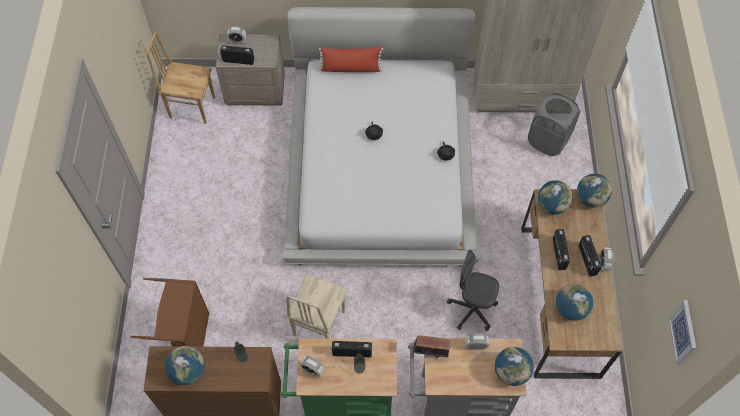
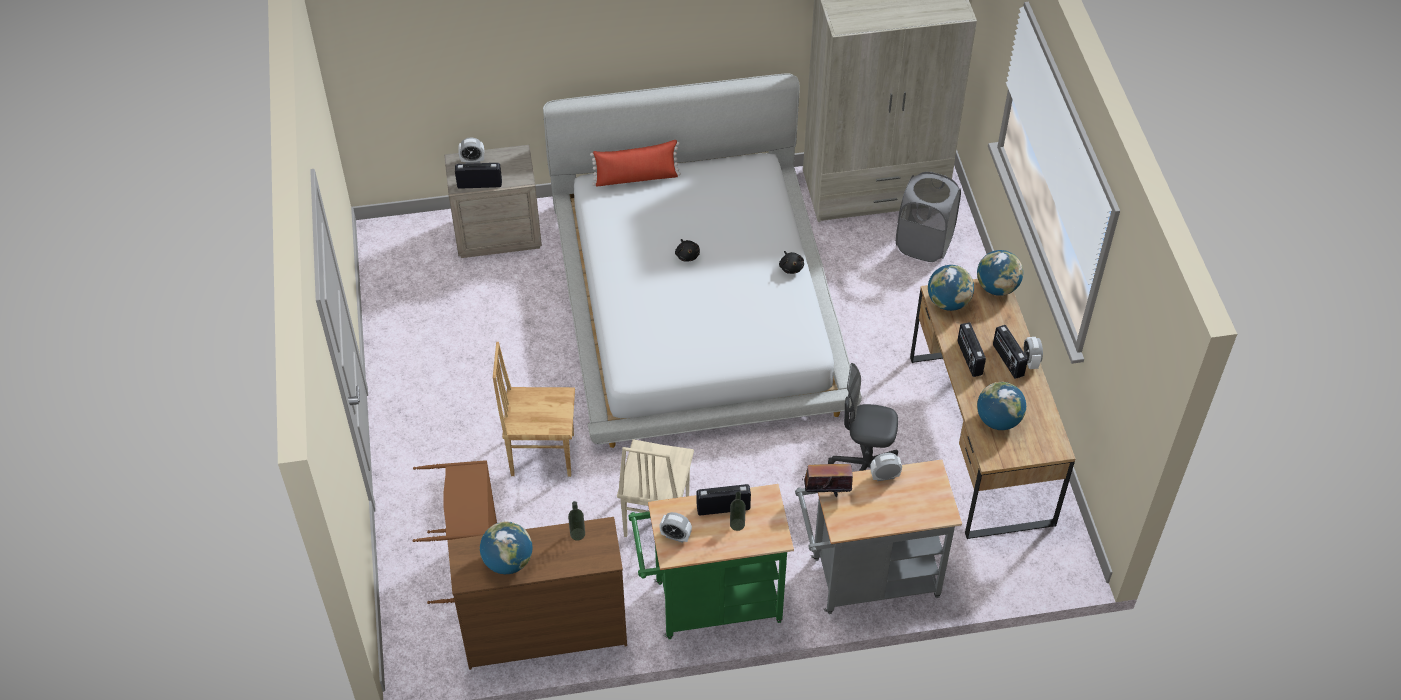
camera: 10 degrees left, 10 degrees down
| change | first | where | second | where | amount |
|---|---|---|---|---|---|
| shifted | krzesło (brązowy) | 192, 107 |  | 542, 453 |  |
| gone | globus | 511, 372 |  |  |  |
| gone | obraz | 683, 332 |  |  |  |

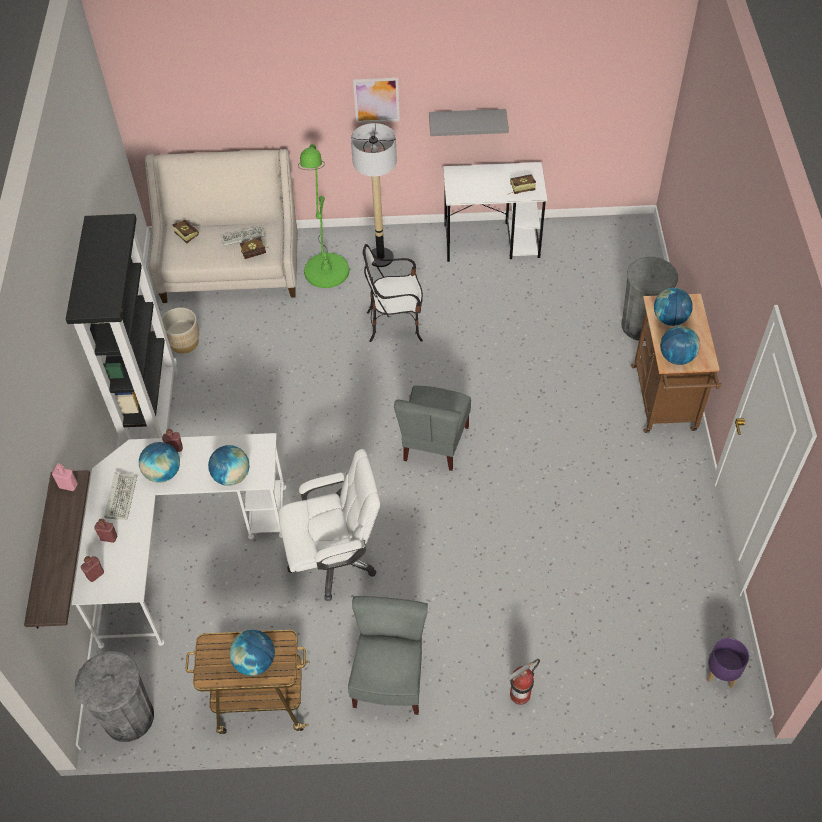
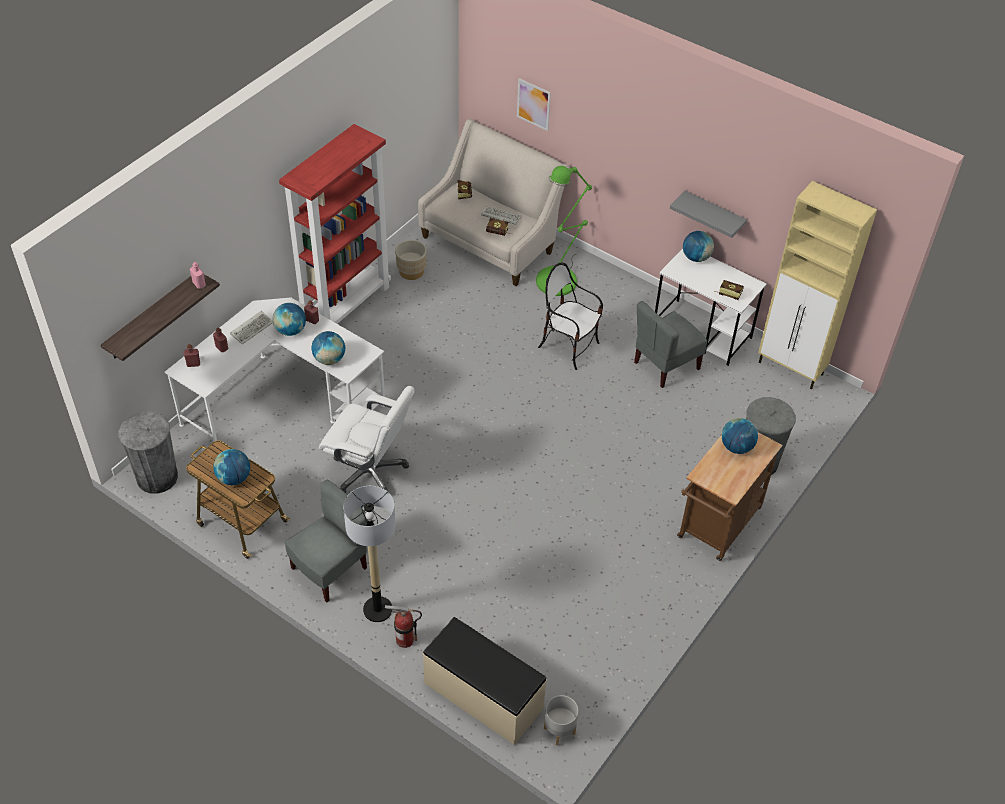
camera: 35 degrees right, 5 degrees down
| change | first | where | second | where | amount |
|---|---|---|---|---|---|
| repainted | regał (czarny) | 153, 415 | regał (czerwony) | 346, 306 |  |
| shifted | lampa stojąca | 380, 257 |  | 378, 609 |  |
| new |  |  | ławka (beżowy) | 483, 696 |  |
| shifted | obraz | 376, 100 |  | 533, 104 |  |
| repainted | donica (fioletowy) | 721, 673 | donica (szary) | 559, 730 |  |
| shifted | krzesło (szary) | 434, 444 |  | 665, 365 |  |
| shifted | globus | 676, 357 |  | 696, 257 |  |
| new |  |  | szafka (beżowy) | 791, 369 |  |

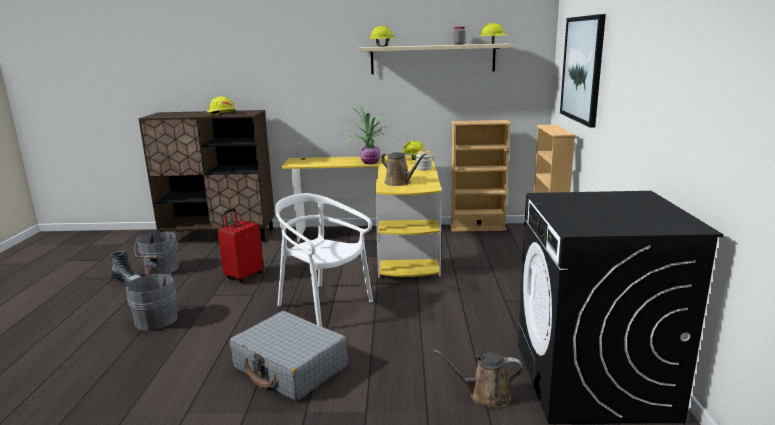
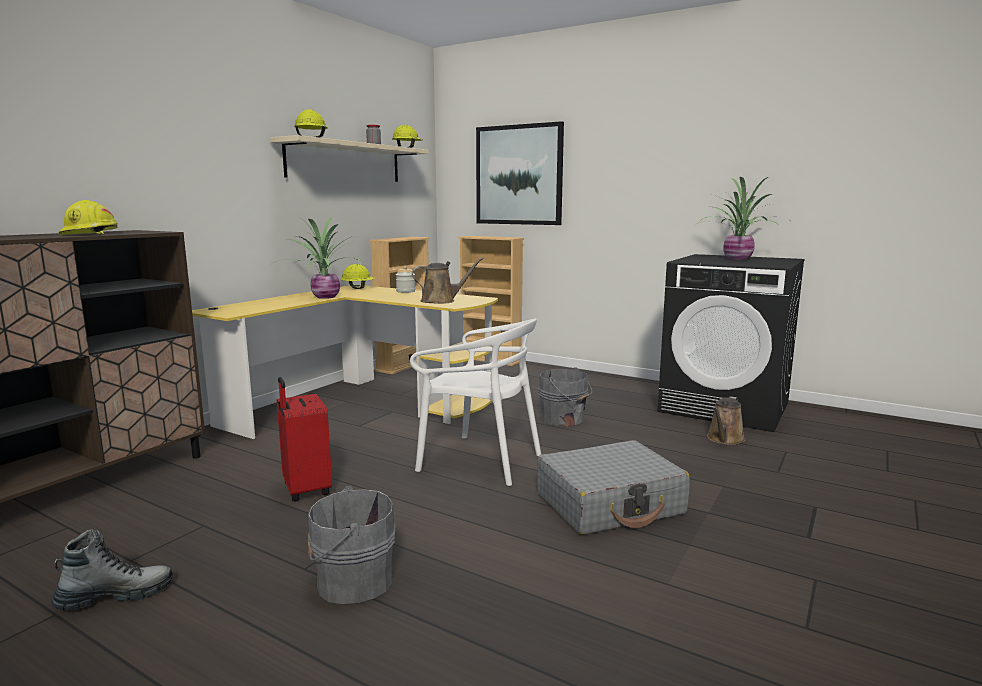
camera: 60 degrees left, 5 degrees down
| change | first | where | second | where | amount |
|---|---|---|---|---|---|
| rotated | krzesło (biały) | 324, 305 |  | 480, 461 | 135 degrees counterclockwise |
| shifted | wiadro (szary) | 160, 270 |  | 564, 419 |  |
| new |  |  | roślina doniczkowa | 737, 259 |  |

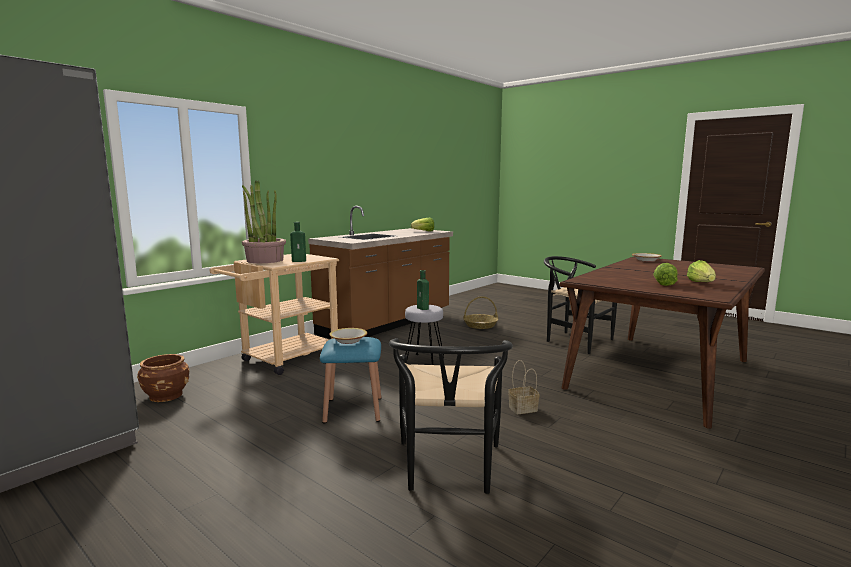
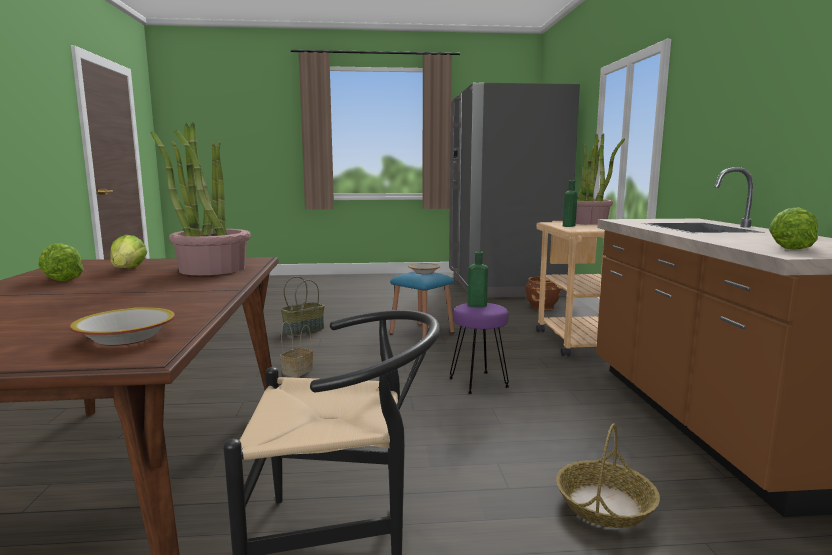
camera: 135 degrees right, 0 degrees up
| change | first | where | second | where | amount |
|---|---|---|---|---|---|
| new |  |  | roślina doniczkowa | 212, 269 |  |
| swapped | krzesło (czarny) | 449, 471 | koszyk | 304, 330 |  |
| repainted | stołek (szary) | 423, 360 | stołek (fioletowy) | 479, 383 |  |

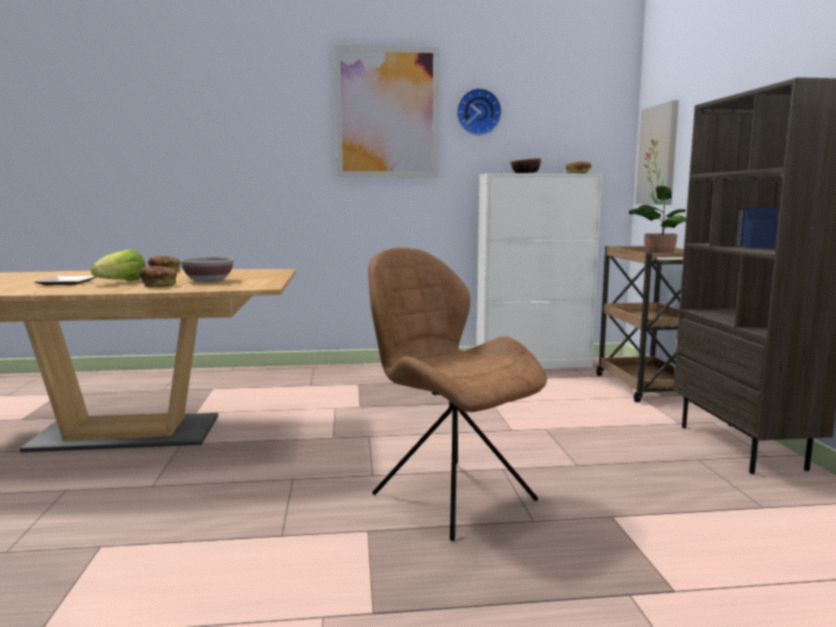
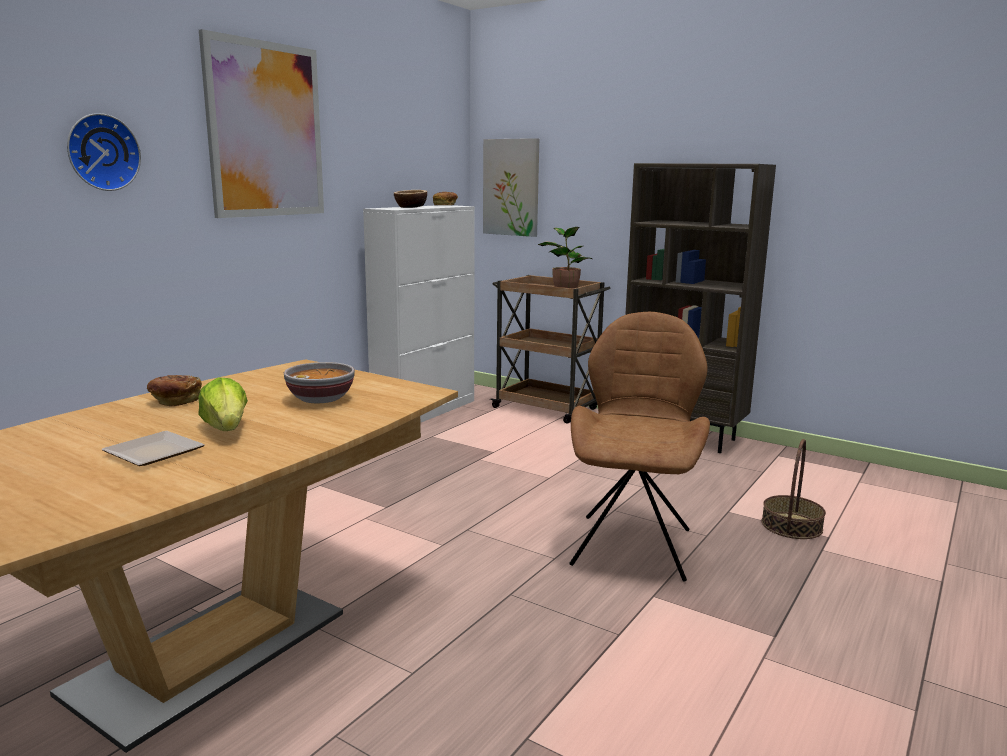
camera: 50 degrees left, 5 degrees up
| change | first | where | second | where | amount |
|---|---|---|---|---|---|
| shifted | zegar ścienny | 478, 112 |  | 101, 152 |  |
| rotated | krzesło (brązowy) | 450, 495 |  | 633, 544 | 105 degrees clockwise |
| new |  |  | koszyk | 791, 525 |  |
| gone | chleb | 158, 285 |  |  |  |

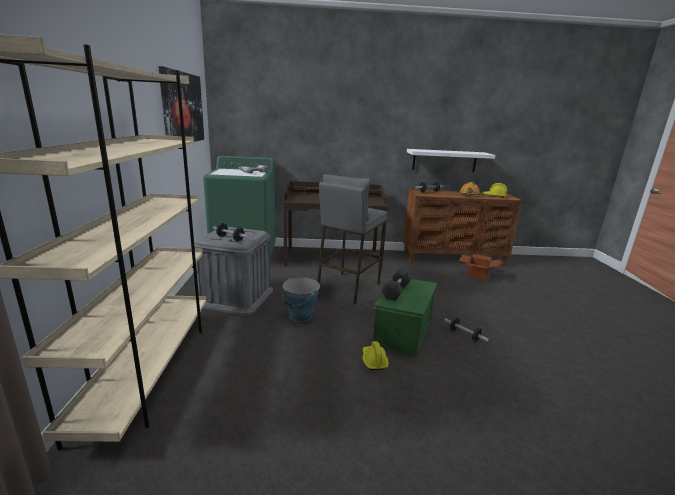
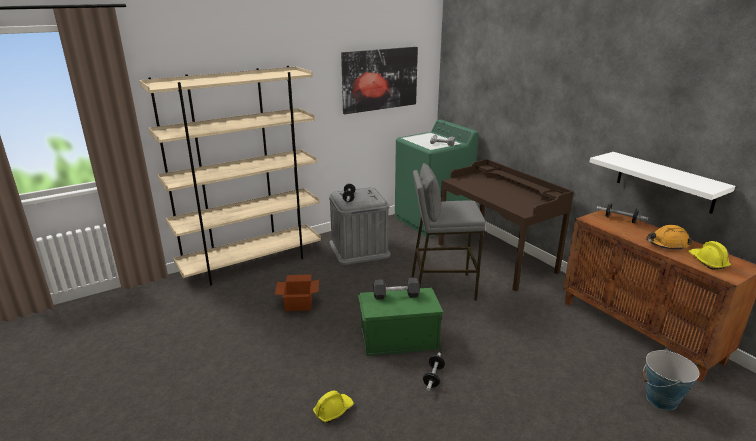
camera: 60 degrees right, 5 degrees up
| change | first | where | second | where | amount |
|---|---|---|---|---|---|
| shifted | karton | 476, 275 |  | 299, 303 |  |
| shifted | kask (żółty) | 374, 361 |  | 333, 410 |  |
| shifted | wiadro | 300, 316 |  | 661, 399 |  |

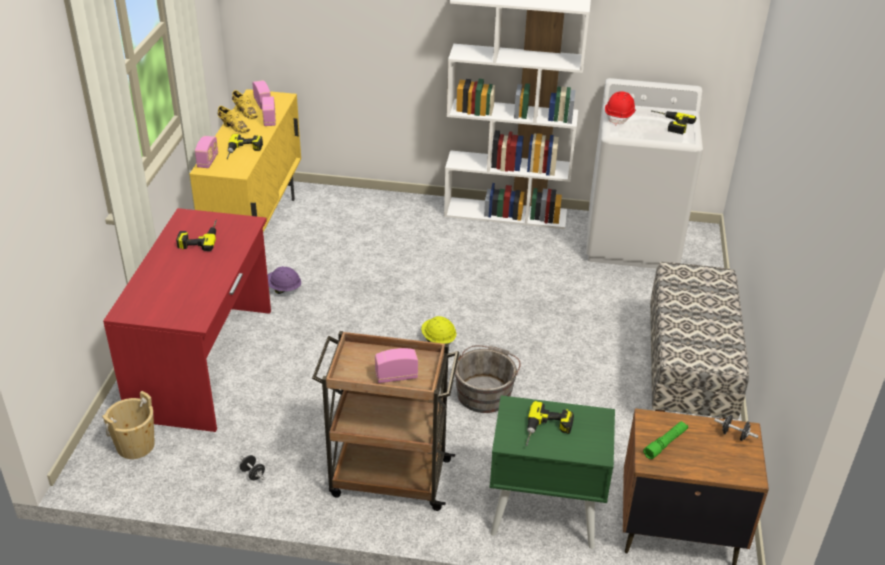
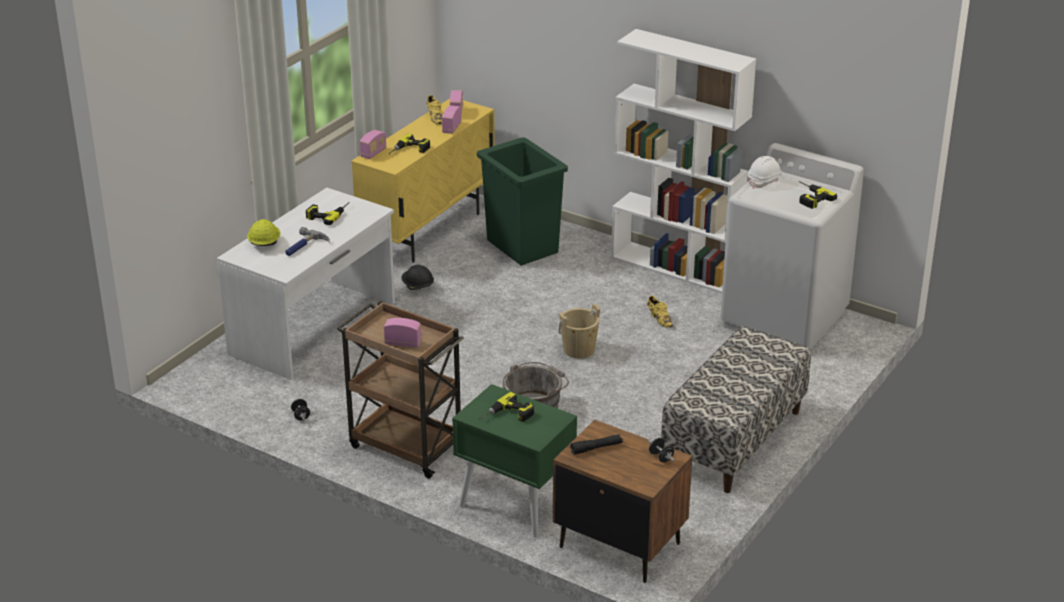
camera: 25 degrees right, 5 degrees down
| change | first | where | second | where | amount |
|---|---|---|---|---|---|
| repainted | biurko (czerwony) | 205, 362 | biurko (biały) | 314, 328 |  |
| shifted | kask (żółty) | 438, 339 |  | 264, 244 |  |
| new |  |  | młotek | 304, 247 |  |
| repainted | kask (fioletowy) | 283, 289 | kask (czarny) | 417, 287 |  |
| new |  |  | kosz na śmieci (zielony) | 522, 246 |  |
| shifted | wiadro (beżowy) | 135, 445 |  | 579, 350 |  |
| repainted | latarka (zielony) | 665, 443 | latarka (czarny) | 596, 448 |  |
| shifted | but (żółty) | 233, 127 |  | 659, 319 |  |
| repainted | kask (czerwony) | 620, 116 | kask (biały) | 765, 181 |  |

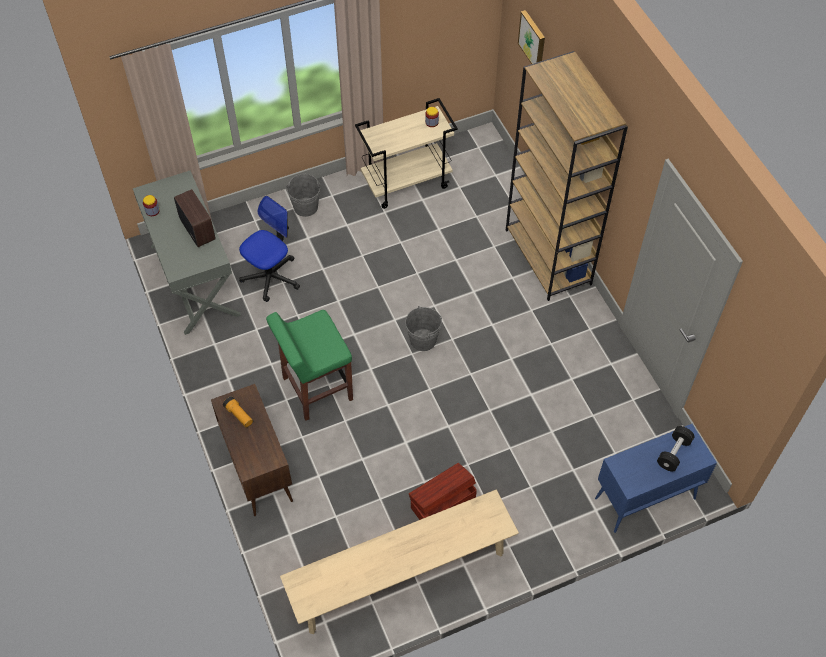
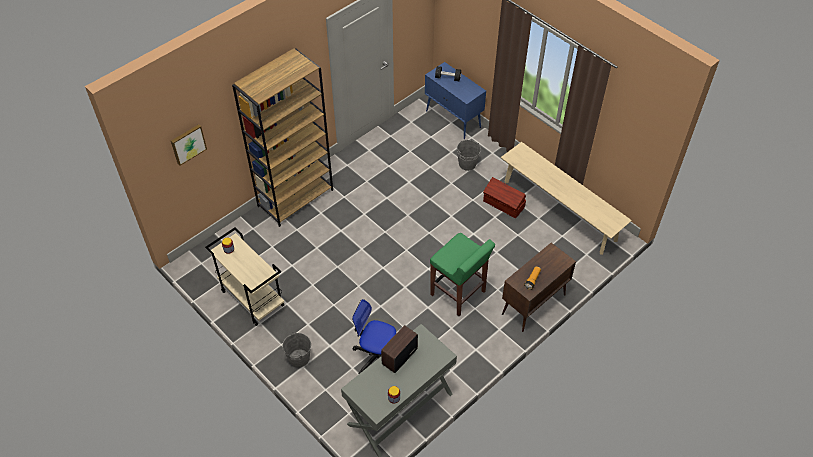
camera: 110 degrees left, 5 degrees down
| change | first | where | second | where | amount |
|---|---|---|---|---|---|
| shifted | wiadro (szary) | 423, 340 |  | 467, 164 |  |

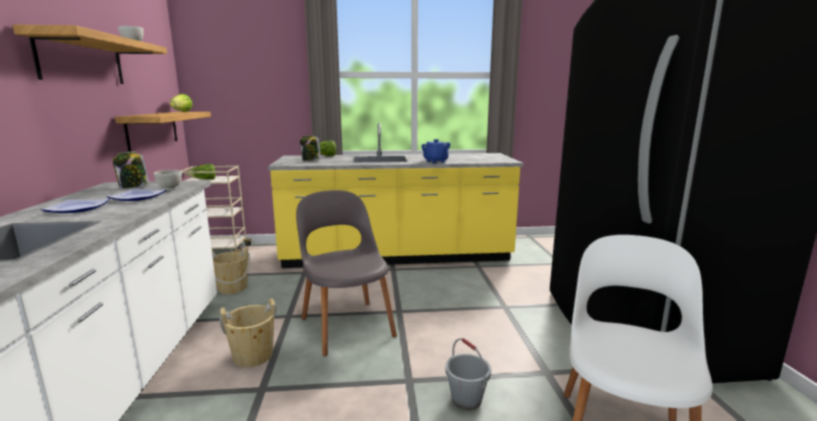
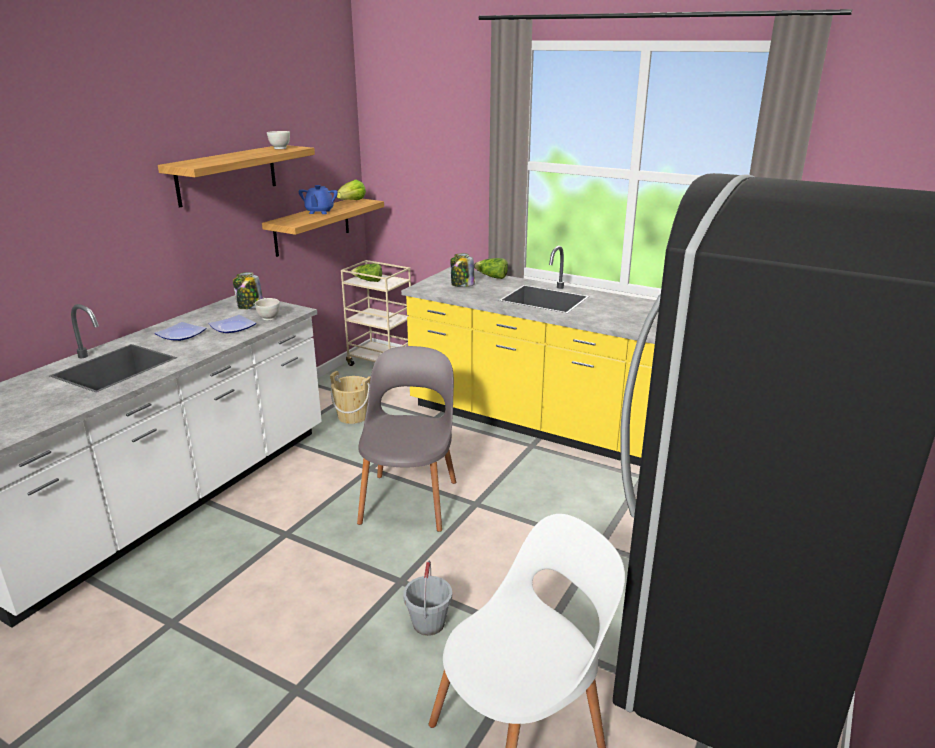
camera: 35 degrees right, 10 degrees up
| change | first | where | second | where | amount |
|---|---|---|---|---|---|
| shifted | imbryk (niebieski) | 435, 161 |  | 319, 212 |  |
| gone | wiadro (beżowy) | 253, 356 |  |  |  |

